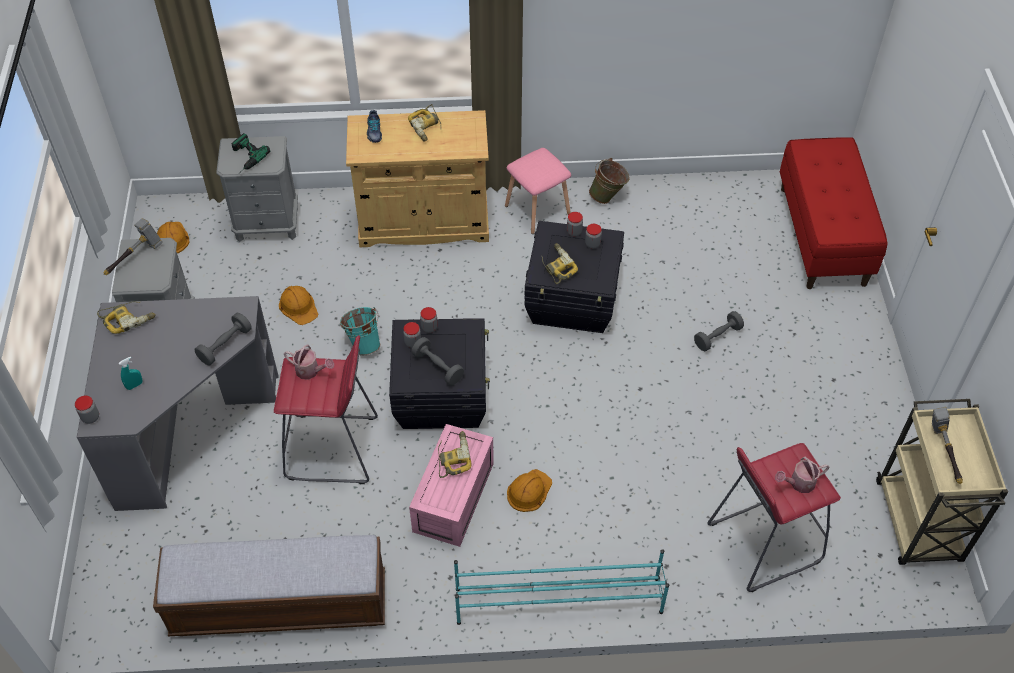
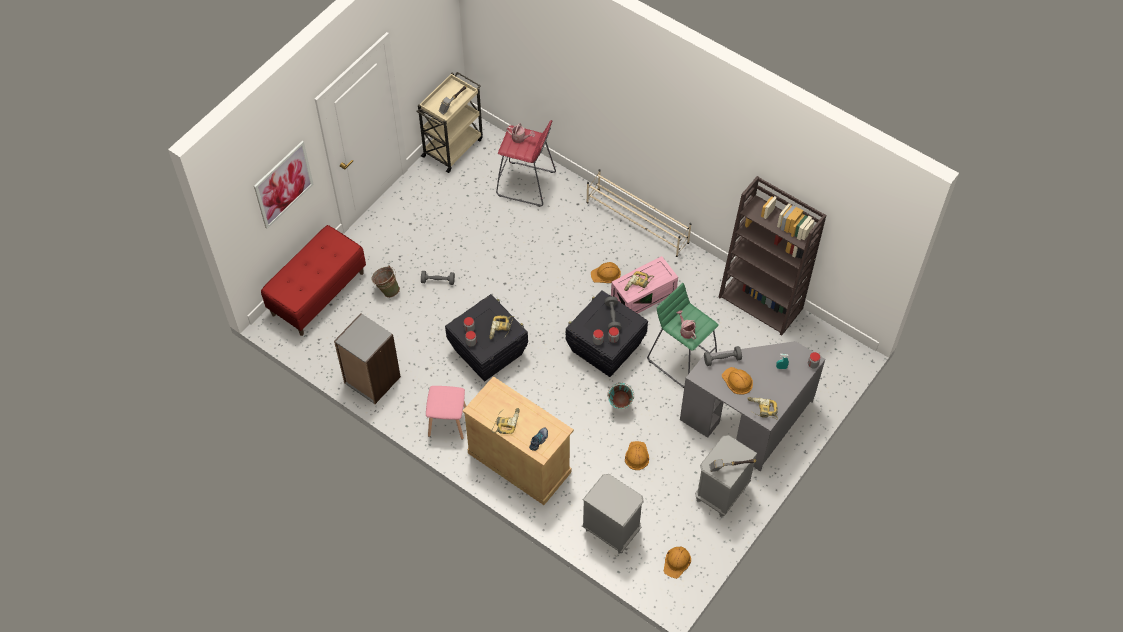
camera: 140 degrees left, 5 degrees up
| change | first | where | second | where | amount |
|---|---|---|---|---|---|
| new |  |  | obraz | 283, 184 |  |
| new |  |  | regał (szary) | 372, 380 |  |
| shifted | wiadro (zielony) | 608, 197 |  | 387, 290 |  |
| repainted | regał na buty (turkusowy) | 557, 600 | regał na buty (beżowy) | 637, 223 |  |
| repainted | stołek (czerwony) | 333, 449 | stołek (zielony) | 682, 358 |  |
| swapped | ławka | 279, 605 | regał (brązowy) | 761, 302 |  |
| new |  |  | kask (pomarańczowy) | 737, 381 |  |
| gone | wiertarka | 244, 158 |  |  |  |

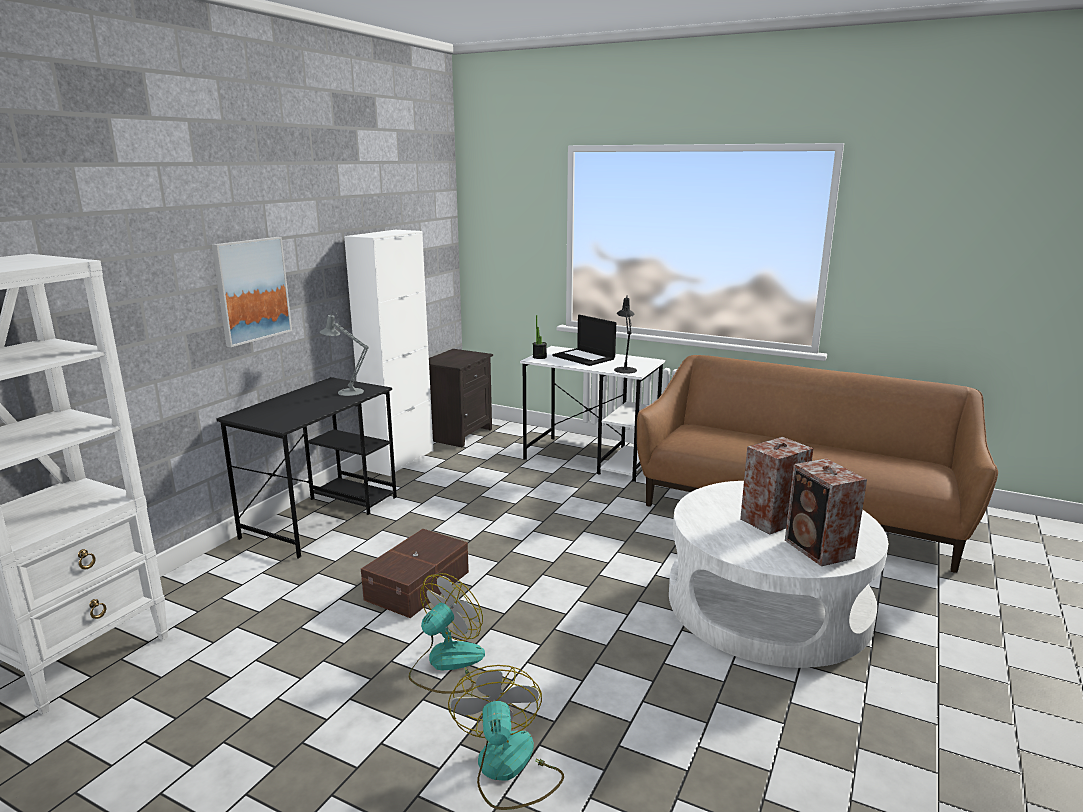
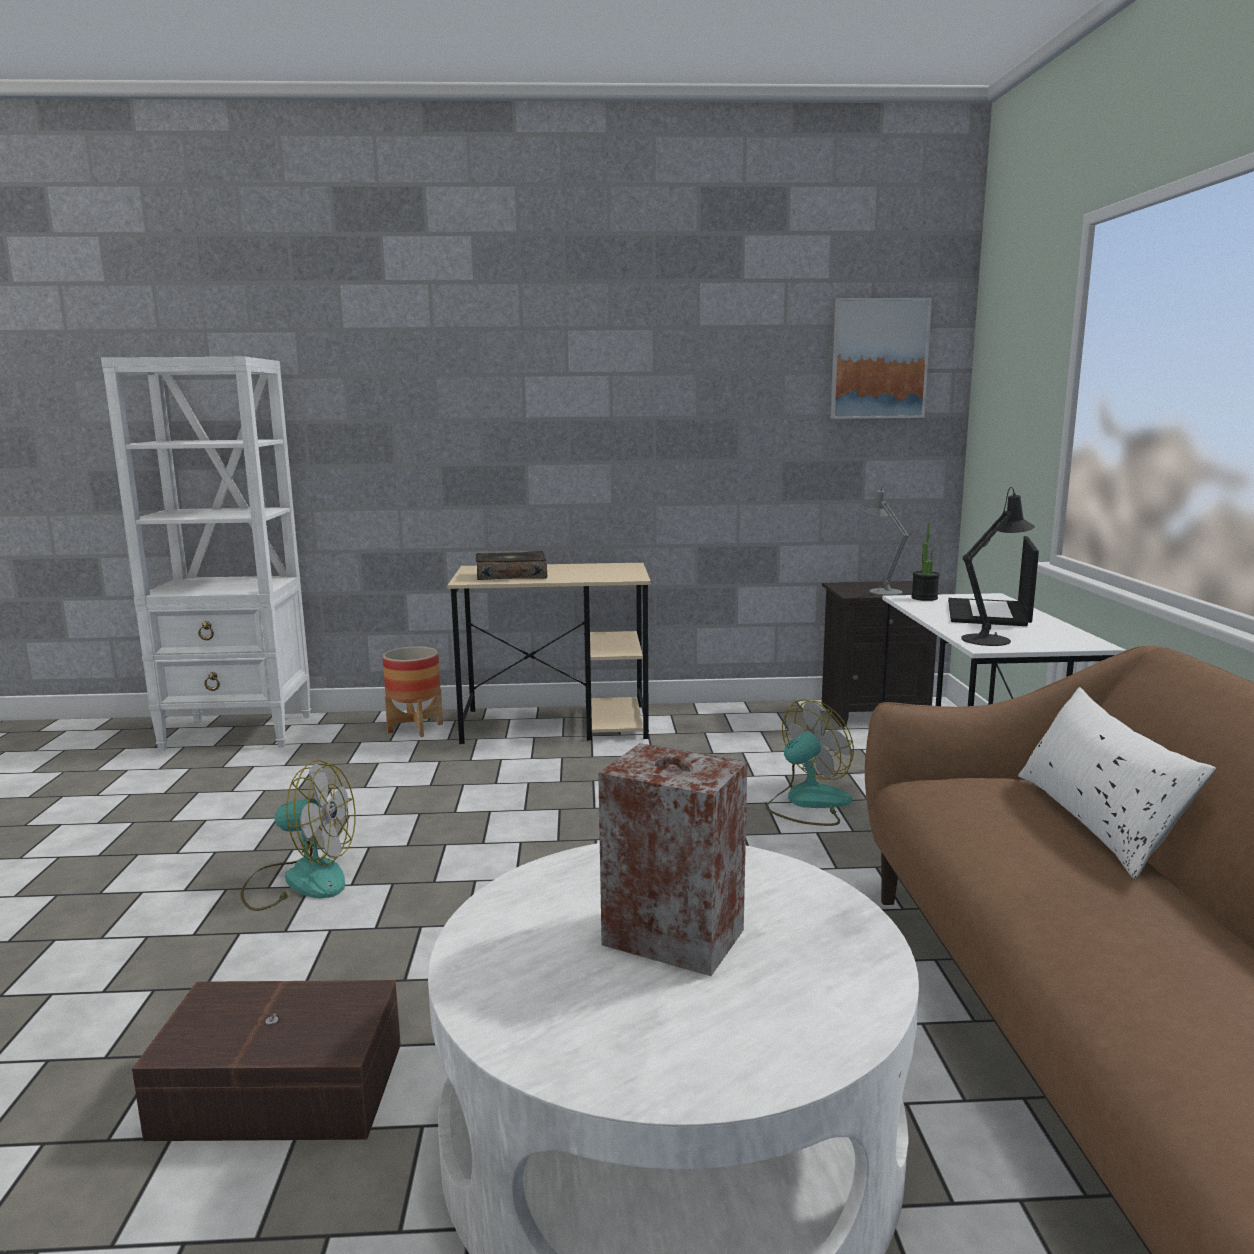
camera: 60 degrees right, 5 degrees down
| change | first | where | second | where | amount |
|---|---|---|---|---|---|
| shifted | pojemnik do przechowywania (brązowy) | 419, 585 |  | 281, 1092 |  |
| new |  |  | donica | 415, 728 |  |
| repainted | biurko (czarny) | 322, 516 | biurko (beżowy) | 557, 724 |  |
| new |  |  | książka | 511, 576 |  |
| shifted | wentylator | 508, 769 |  | 807, 803 |  |
| shifted | obraz | 252, 290 |  | 879, 359 |  |
| shifted | lampa stołowa (szary) | 347, 392 |  | 882, 591 |  |
| new |  |  | poduszka (biały) | 1098, 821 |  |
| gone | szafka (biały) | 399, 460 |  |  |  |
| gone | głośnik | 819, 550 |  |  |  |

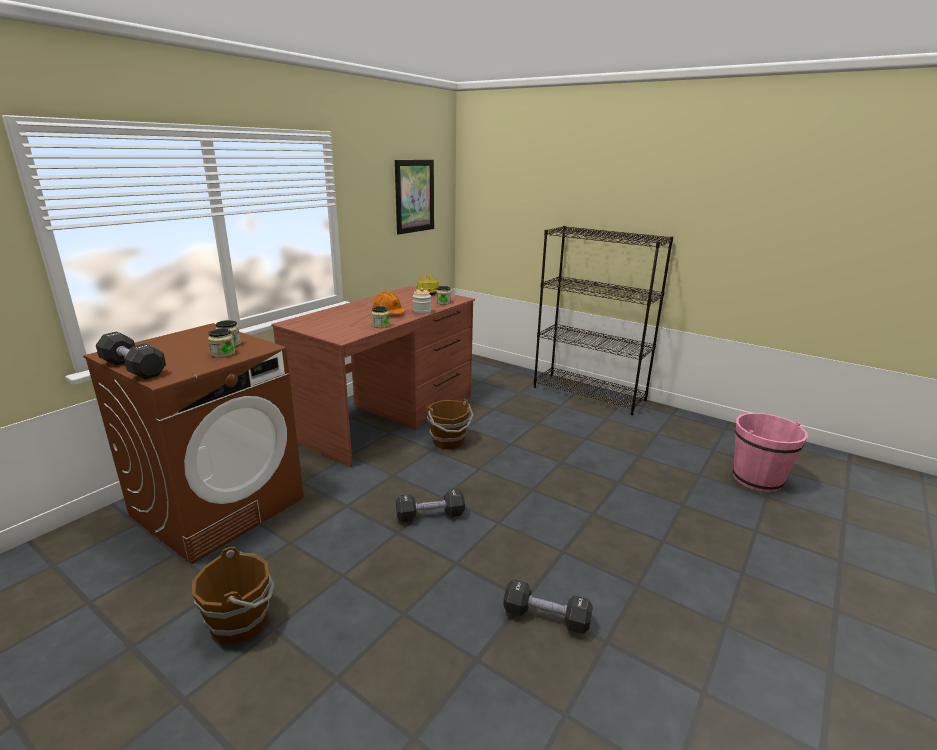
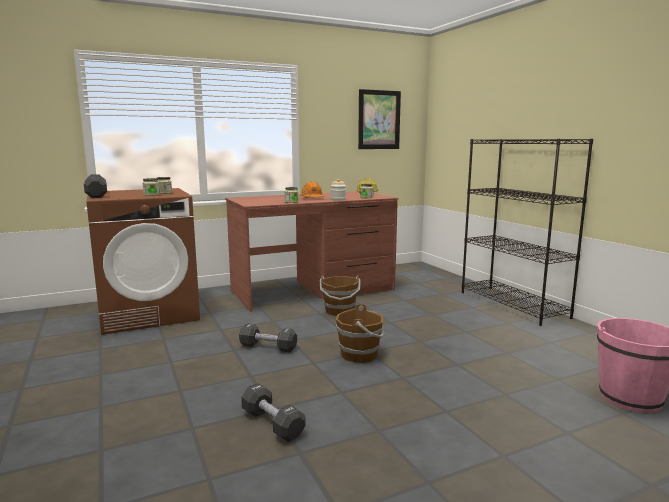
camera: 30 degrees right, 10 degrees down
| change | first | where | second | where | amount |
|---|---|---|---|---|---|
| shifted | wiadro (brązowy) | 242, 621 |  | 360, 355 |  |

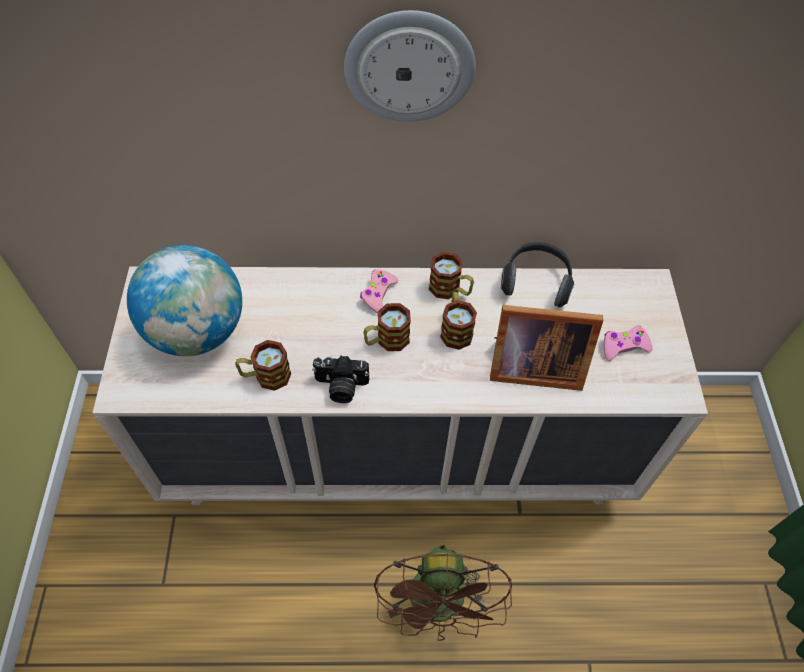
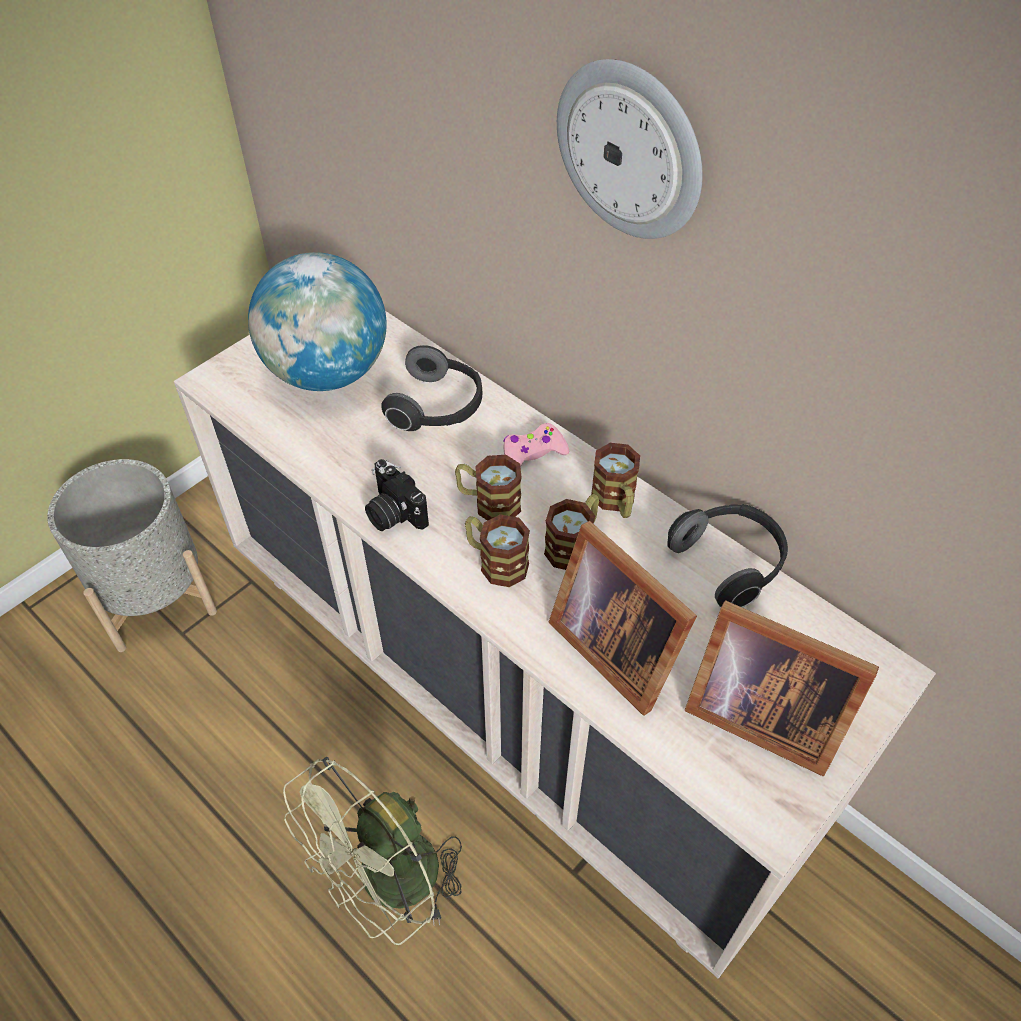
camera: 45 degrees right, 5 degrees down
| change | first | where | second | where | amount |
|---|---|---|---|---|---|
| new |  |  | donica (szary) | 155, 596 |  |
| repainted | wentylator (brązowy) | 439, 608 | wentylator (zielony) | 387, 886 |  |
| new |  |  | słuchawki | 438, 407 |  |
| shifted | kubek | 265, 376 |  | 496, 562 |  |
| swapped | pad do gier (różowy) | 624, 346 | ramka na zdjęcie | 758, 711 |  |

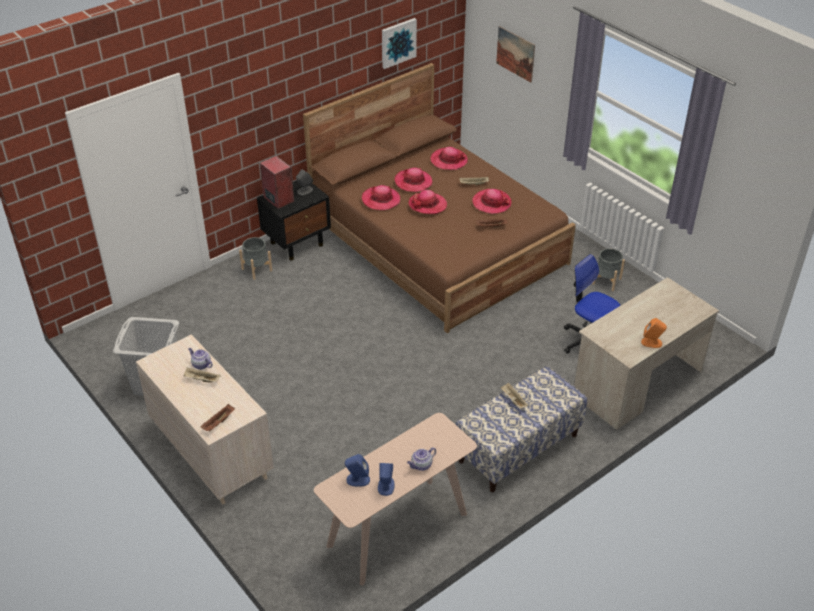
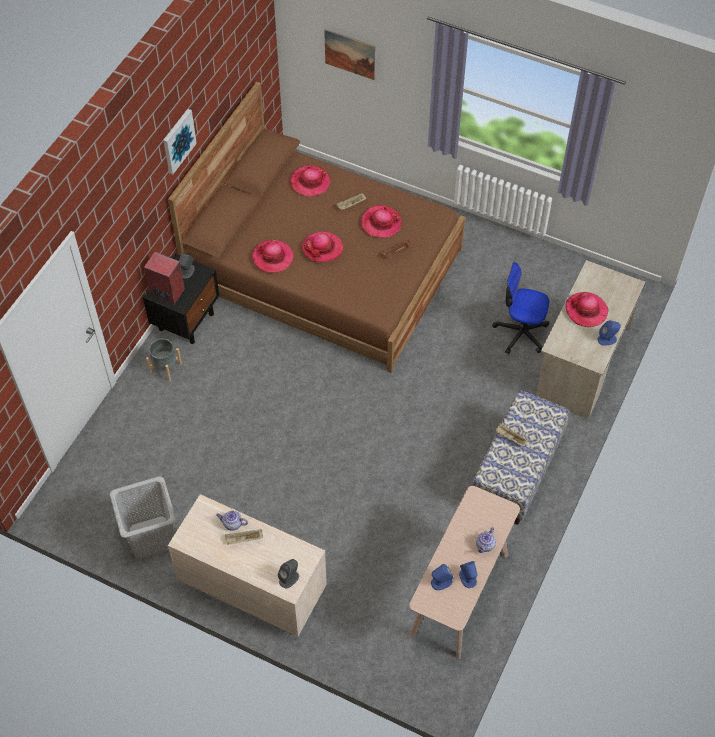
camera: 25 degrees left, 15 degrees up
| change | first | where | second | where | amount |
|---|---|---|---|---|---|
| shifted | obraz | 398, 42 |  | 178, 141 |  |
| swapped | taca (brązowy) | 218, 423 | głośnik (szary) | 289, 578 |  |
| shifted | kapelusz | 413, 182 |  | 586, 311 |  |
| repainted | głośnik (pomarańczowy) | 652, 342 | głośnik (niebieski) | 607, 339 |  |
| gone | donica (szary) | 607, 281 |  |  |  |

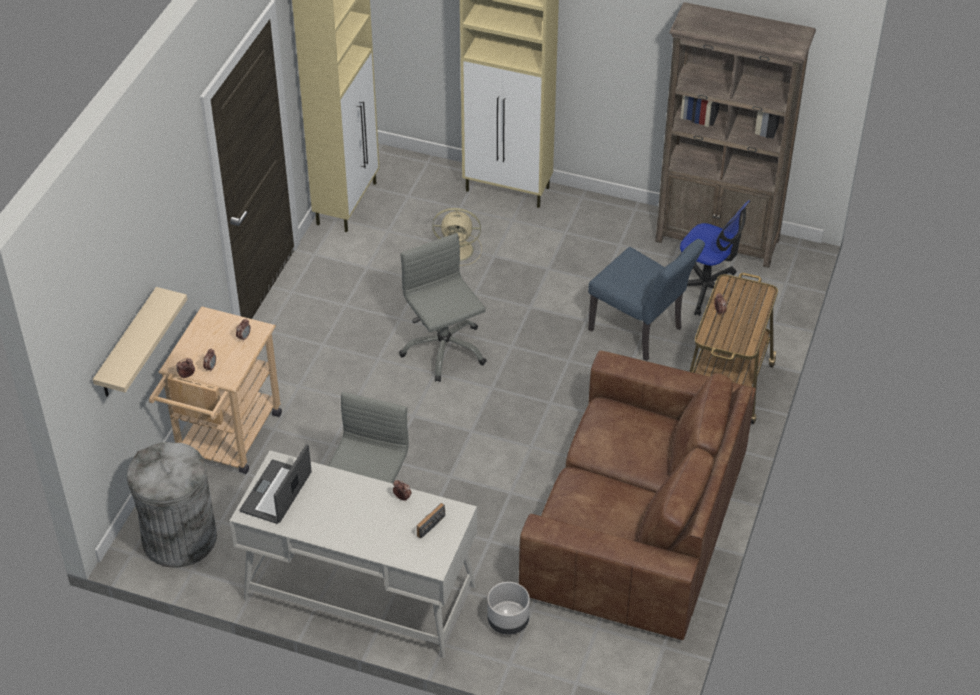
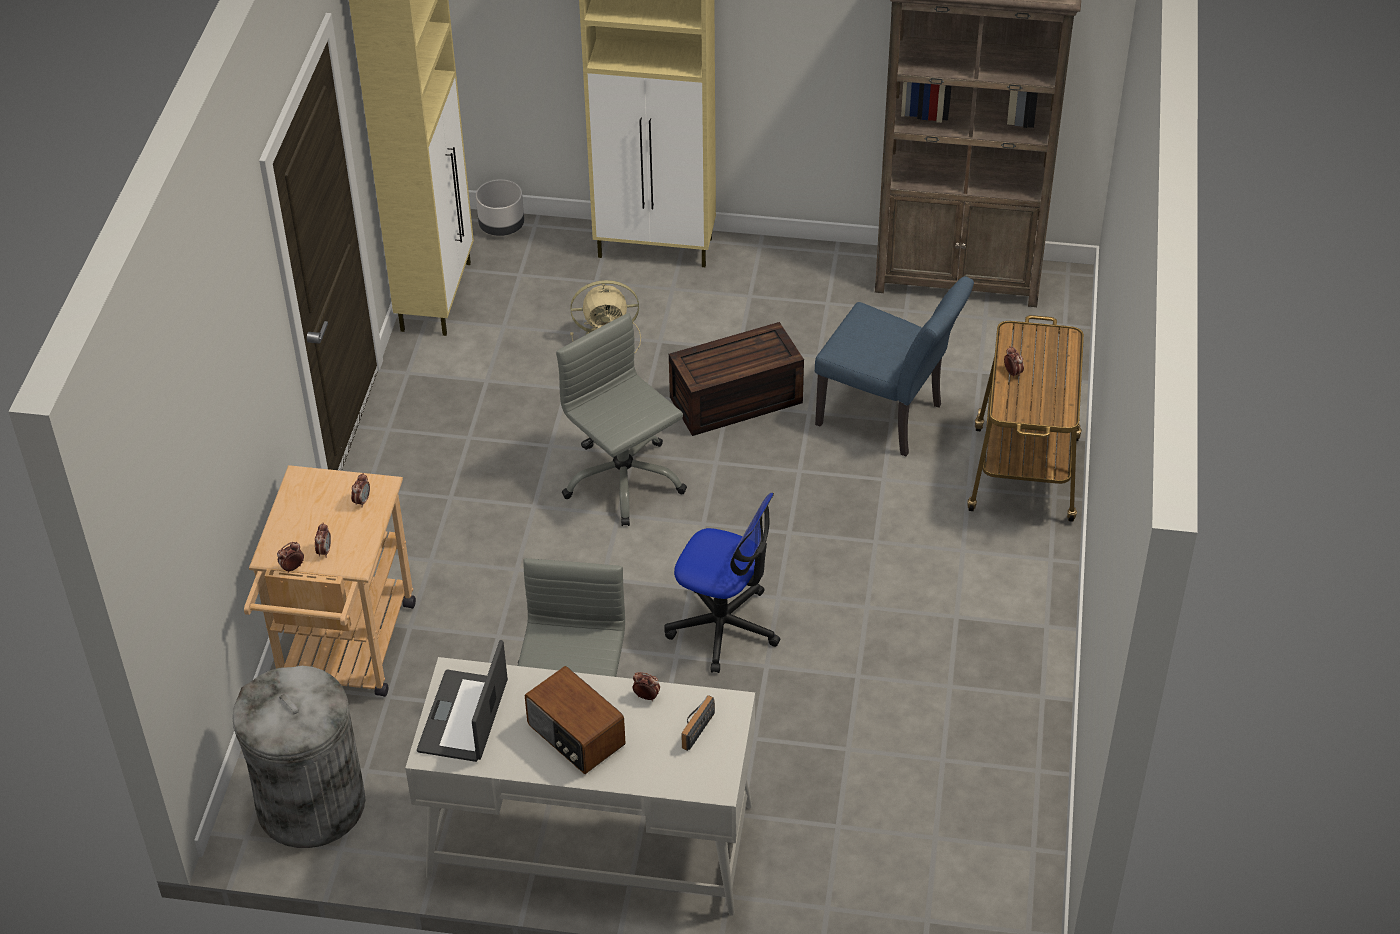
camera: 10 degrees left, 0 degrees up
| change | first | where | second | where | amount |
|---|---|---|---|---|---|
| shifted | donica (szary) | 508, 621 |  | 502, 226 |  |
| new |  |  | radio | 575, 736 |  |
| shifted | krzesło biurowe | 706, 290 |  | 723, 626 |  |
| new |  |  | pojemnik do przechowywania (brązowy) | 735, 402 |  |
| gone | półka (beżowy) | 127, 345 |  |  |  |
| gone | kanapa (brązowy) | 637, 523 |  |  |  |

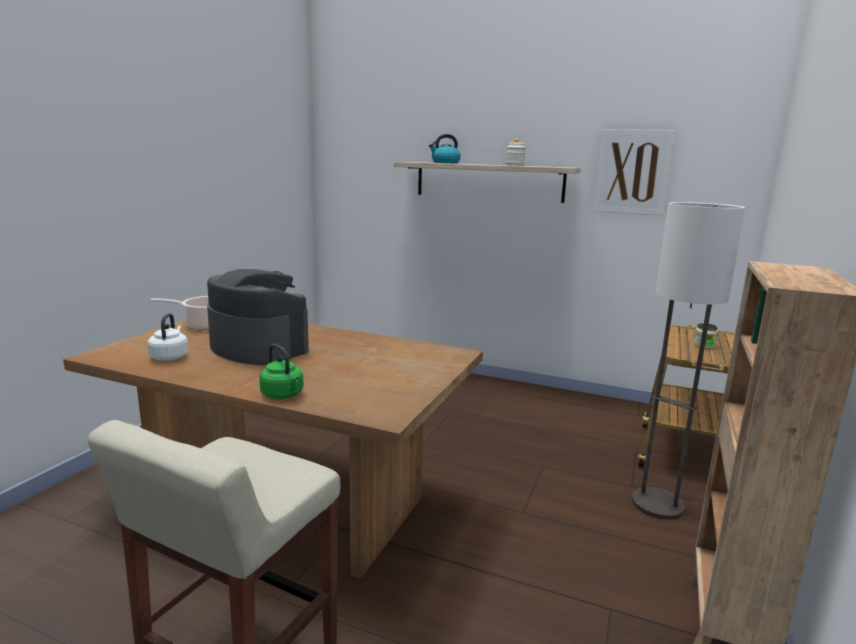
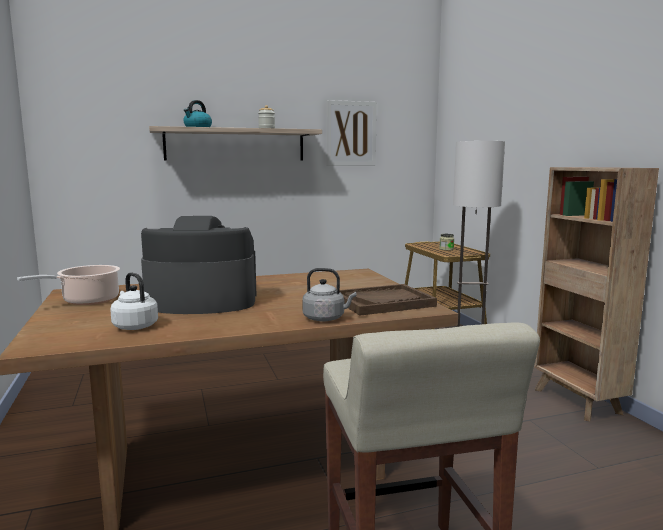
camera: 40 degrees left, 5 degrees down
| change | first | where | second | where | amount |
|---|---|---|---|---|---|
| repainted | czajnik (zielony) | 283, 395 | czajnik (szary) | 326, 318 |  |
| new |  |  | taca (brązowy) | 383, 302 |  |

